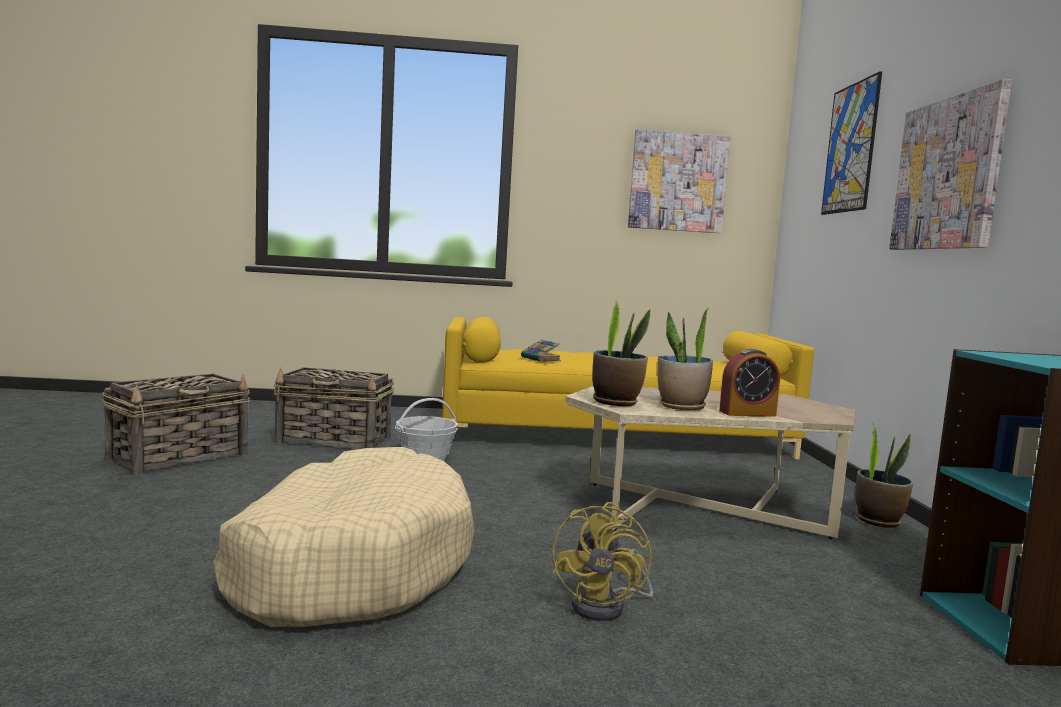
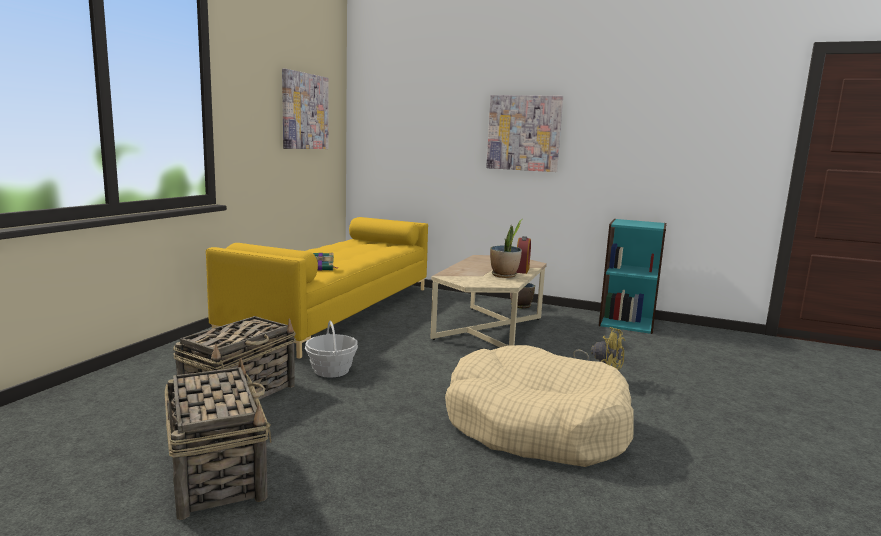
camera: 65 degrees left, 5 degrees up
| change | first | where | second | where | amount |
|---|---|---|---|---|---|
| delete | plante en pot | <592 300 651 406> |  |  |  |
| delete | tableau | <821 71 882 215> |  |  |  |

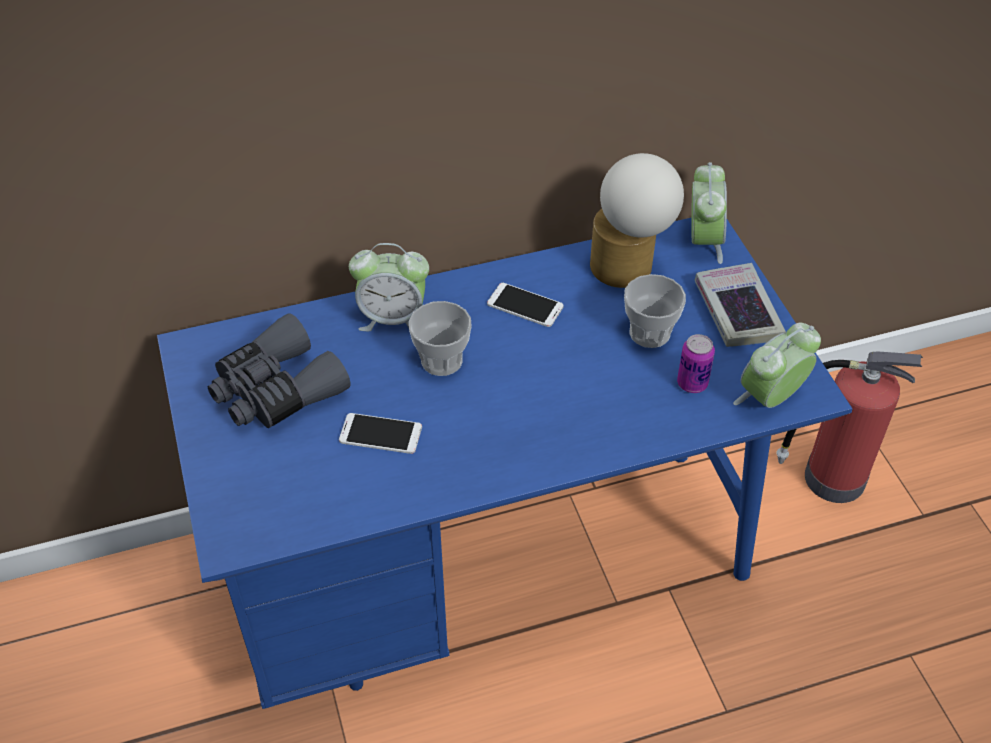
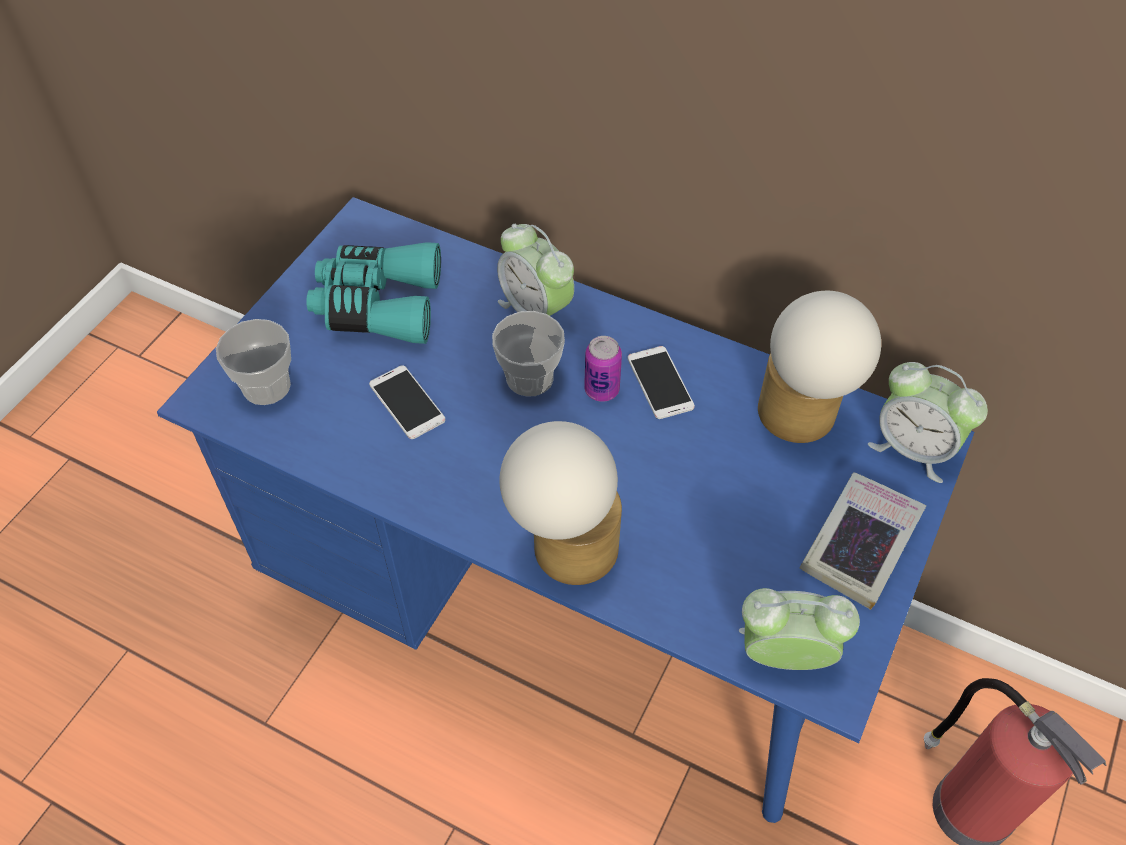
camera: 45 degrees right, 5 degrees up
| change | first | where | second | where | amount |
|---|---|---|---|---|---|
| recolor | jumelles [gris] | <208 313 351 428> | jumelles [turquoise] | <306 242 441 344> |  |
| move | tasse | <624 274 686 348> |  | <216 319 291 405> |  |
| move | boîte métallique | <677 334 715 393> |  | <584 336 622 402> |  |
| rotate | réveil | <691 162 727 264> |  | <868 362 988 483> | 75 degrees clockwise |
| insert |  |  | lampe de table | <500 421 622 585> |  |

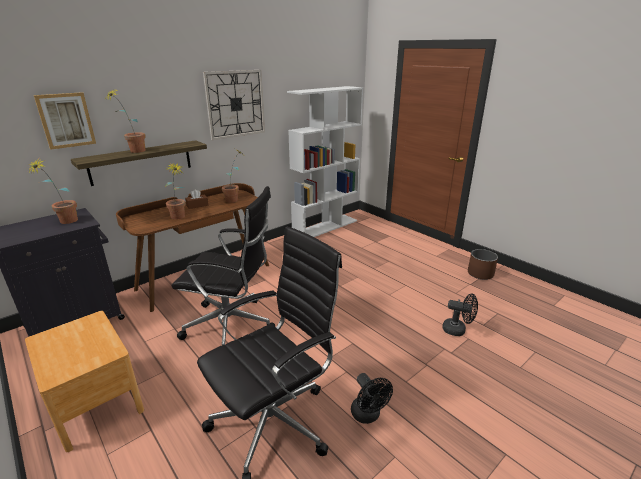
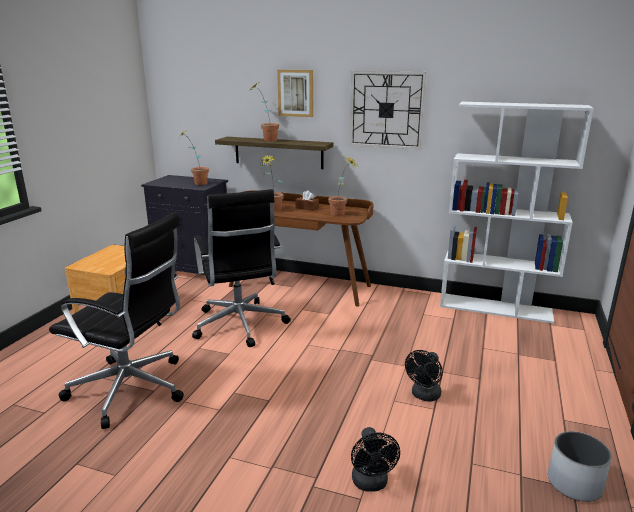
camera: 60 degrees right, 5 degrees down
| change | first | where | second | where | amount |
|---|---|---|---|---|---|
| move | tableau | <34 92 96 150> |  | <277 70 313 117> |  |
| move | ventilateur [noir] | <351 373 393 424> |  | <405 350 443 402> |  |
| recolor | cache-pot [marron] | <468 249 498 280> | cache-pot [blanc] | <548 431 612 502> |  |

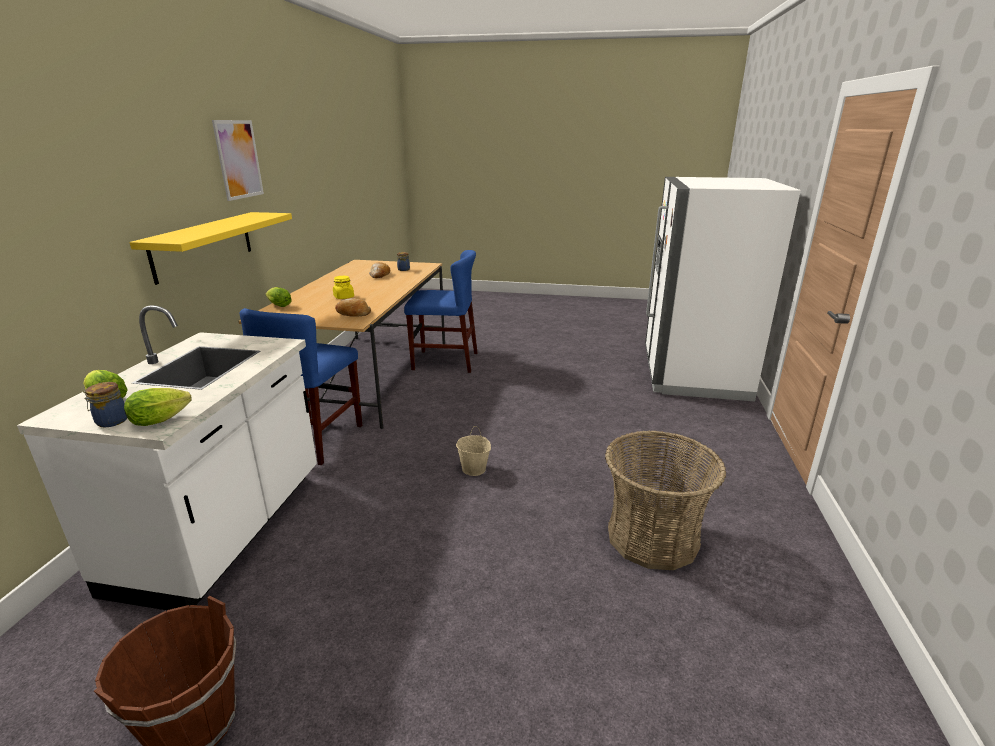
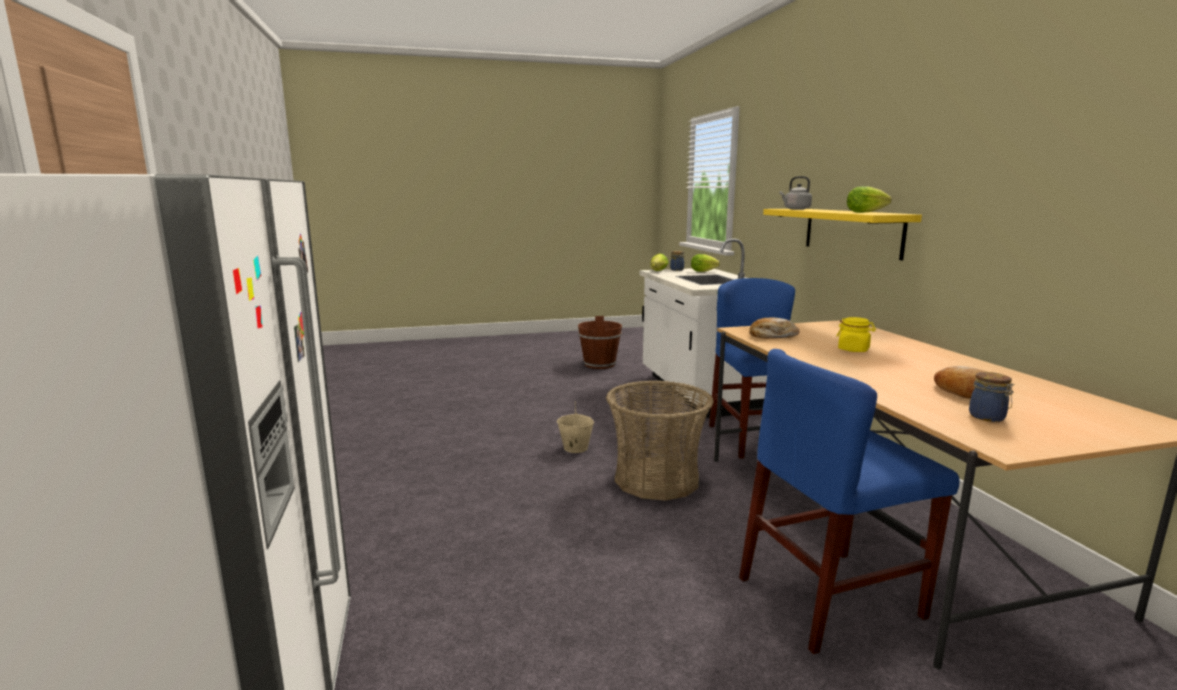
camera: 155 degrees right, 10 degrees down
| change | first | where | second | where | amount |
|---|---|---|---|---|---|
| delete | tableau | <212 120 264 201> |  |  |  |
| move | laitue | <266 287 292 307> |  | <847 186 892 213> |  |
| move | panier | <605 431 726 570> |  | <606 381 714 501> |  |
| insert |  |  | bouilloire [gris] | <780 176 812 210> |  |

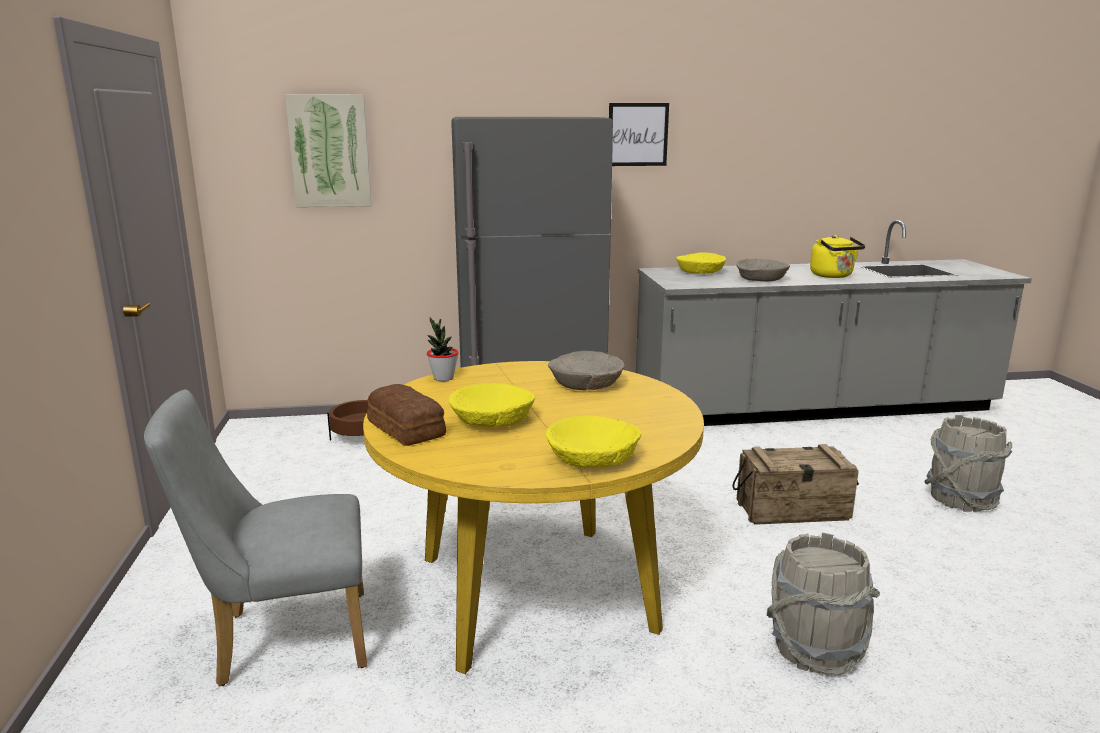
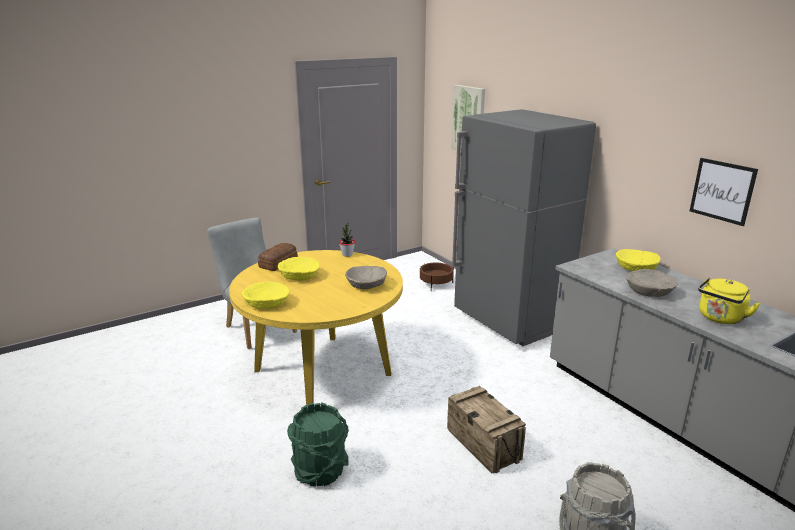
camera: 65 degrees right, 5 degrees up
| change | first | where | second | where | amount |
|---|---|---|---|---|---|
| move | tableau | <609 103 669 166> |  | <690 158 758 226> |  |
| recolor | seau [gris] | <767 532 880 675> | seau [vert] | <287 402 349 487> |  |

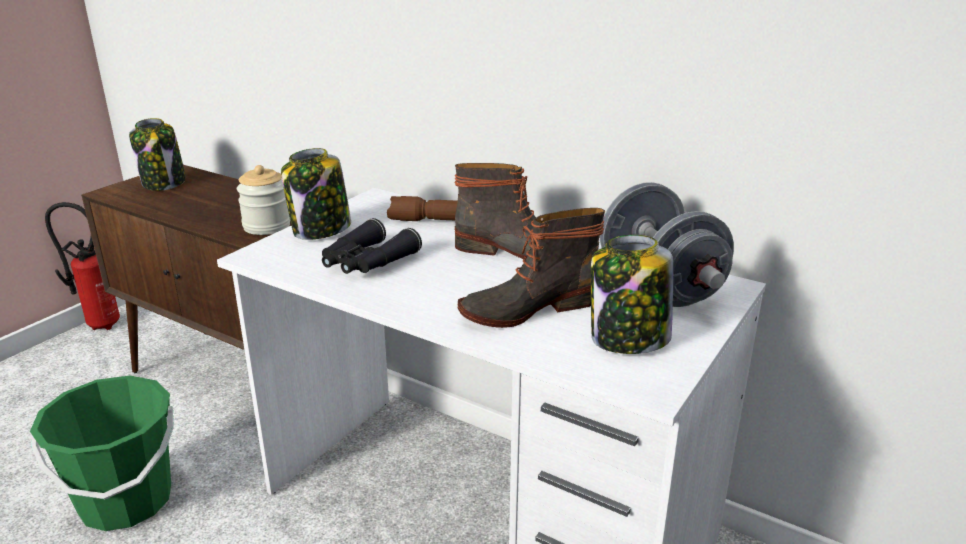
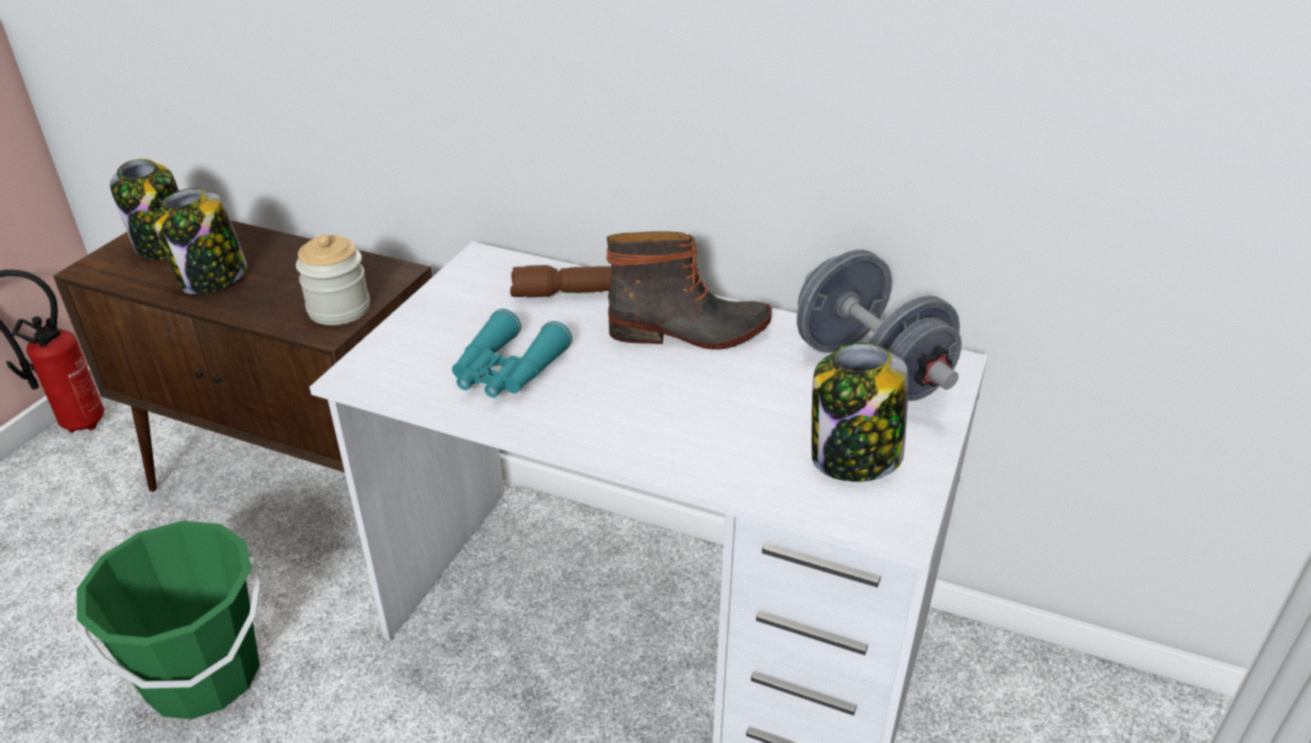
camera: 10 degrees left, 10 degrees up
| change | first | where | second | where | amount |
|---|---|---|---|---|---|
| move | bocal | <281 148 351 240> |  | <153 188 247 294> |  |
| recolor | jumelles [noir] | <322 218 422 274> | jumelles [turquoise] | <452 309 572 398> |  |
| delete | botte | <457 208 605 328> |  |  |  |

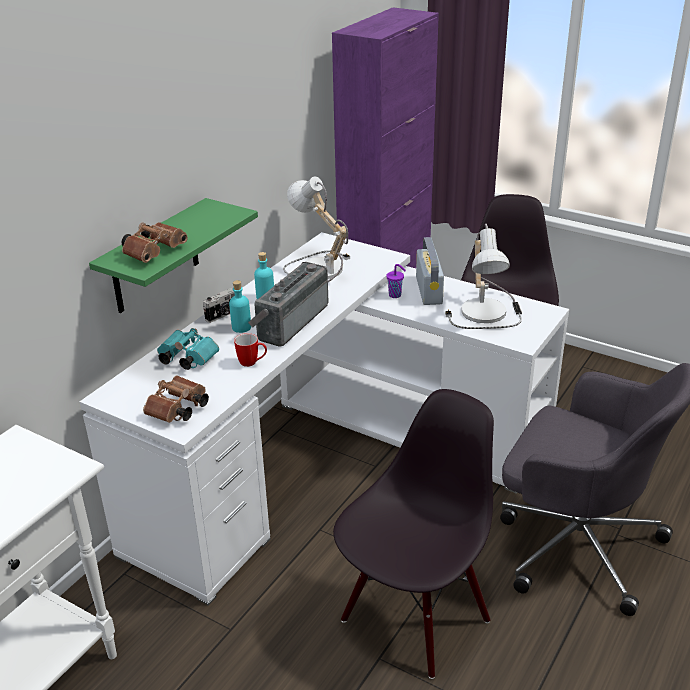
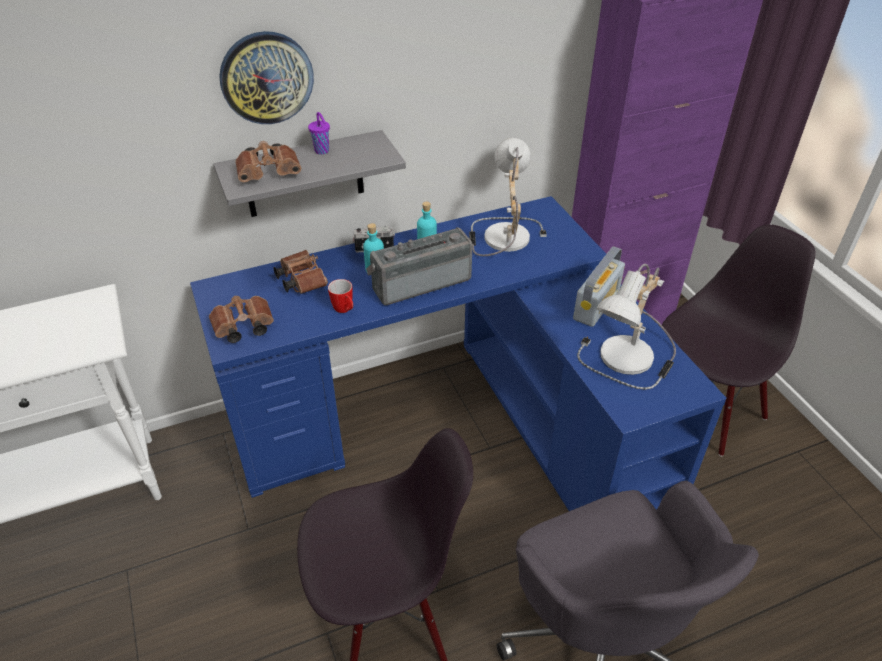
camera: 35 degrees right, 10 degrees up
| change | first | where | second | where | amount |
|---|---|---|---|---|---|
| recolor | bureau [blanc] | <80 232 569 606> | bureau [bleu] | <190 196 727 511> |  |
| recolor | étagère [vert] | <89 198 258 313> | étagère [gris] | <214 130 406 217> |  |
| recolor | jumelles [turquoise] | <157 328 219 370> | jumelles [marron] | <274 250 328 294> |  |
| move | tasse [violet] | <386 264 406 298> |  | <308 112 330 154> |  |
| insert |  |  | horloge murale | <219 31 314 124> |  |

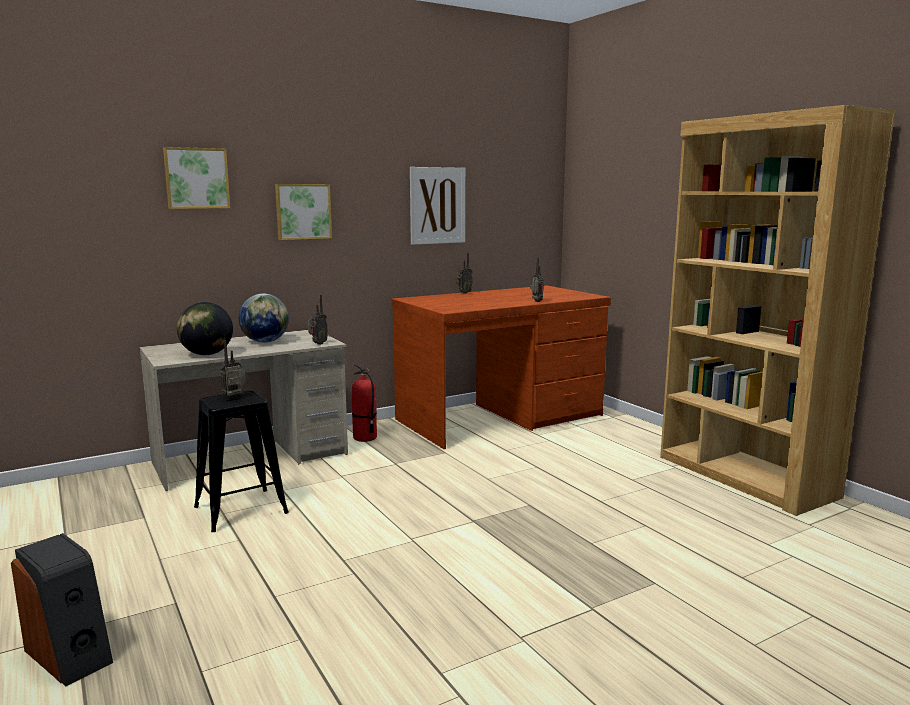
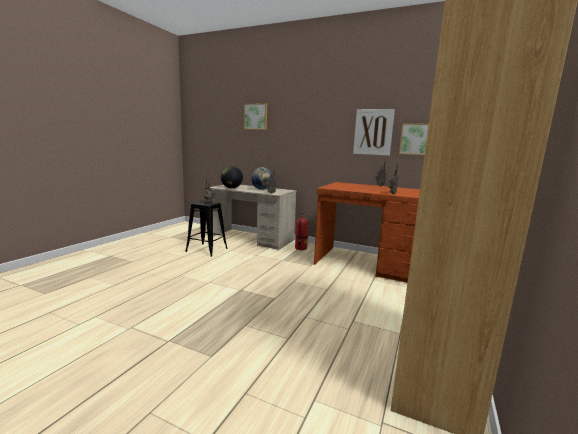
camera: 55 degrees right, 0 degrees up
| change | first | where | second | where | amount |
|---|---|---|---|---|---|
| delete | enceinte | <11 533 113 687> |  |  |  |
| move | tableau | <275 184 332 240> |  | <399 123 429 155> |  |

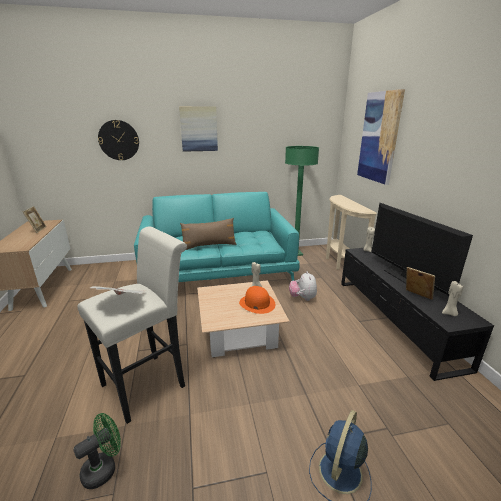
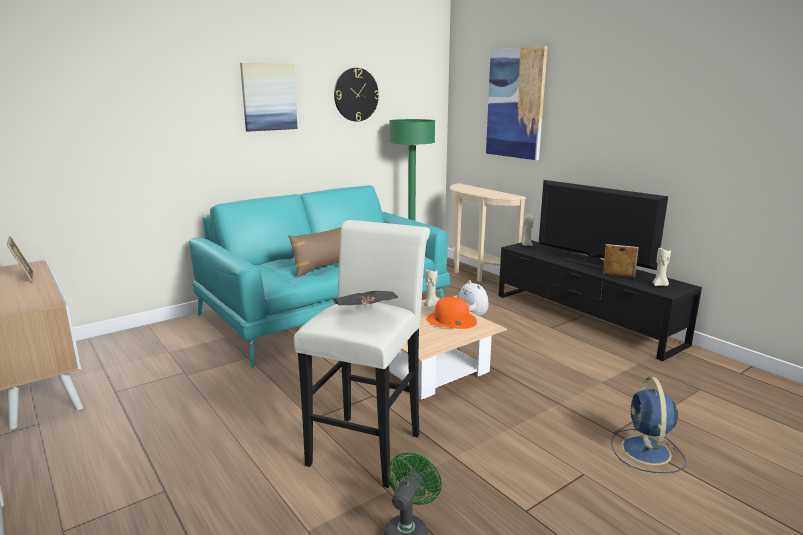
camera: 25 degrees left, 5 degrees down
| change | first | where | second | where | amount |
|---|---|---|---|---|---|
| move | horloge murale | <98 120 139 160> |  | <334 68 379 122> |  |

